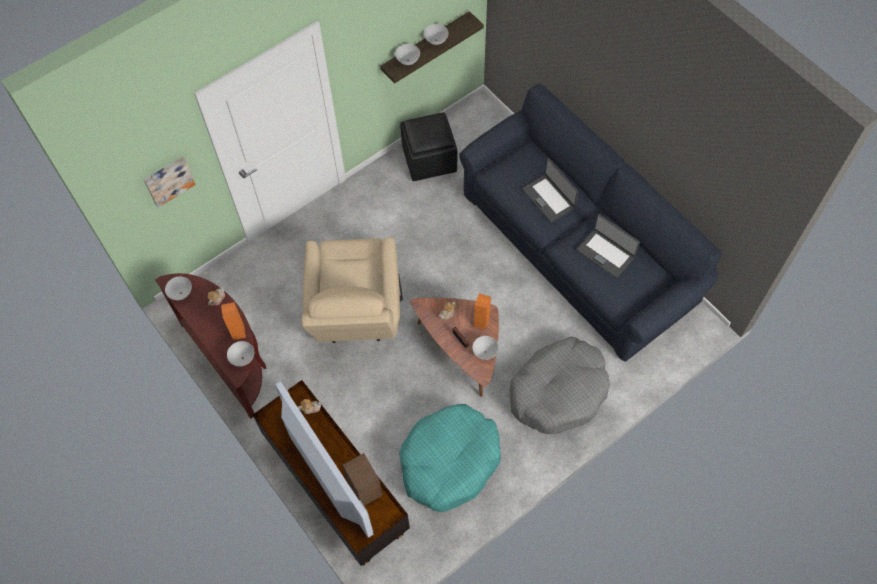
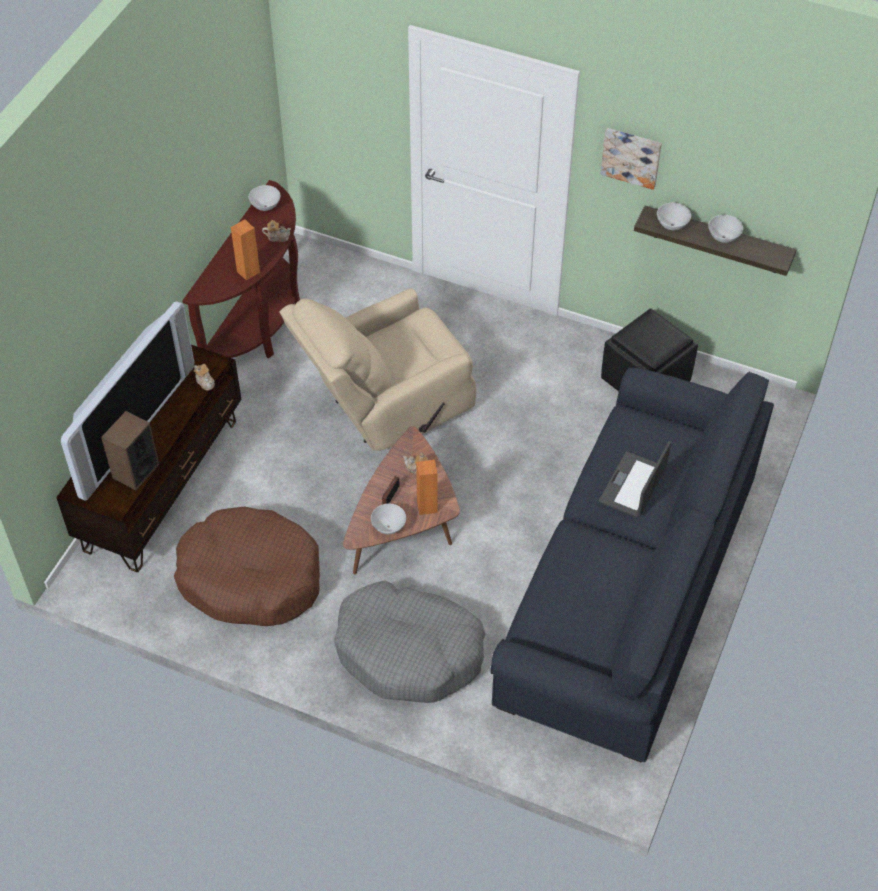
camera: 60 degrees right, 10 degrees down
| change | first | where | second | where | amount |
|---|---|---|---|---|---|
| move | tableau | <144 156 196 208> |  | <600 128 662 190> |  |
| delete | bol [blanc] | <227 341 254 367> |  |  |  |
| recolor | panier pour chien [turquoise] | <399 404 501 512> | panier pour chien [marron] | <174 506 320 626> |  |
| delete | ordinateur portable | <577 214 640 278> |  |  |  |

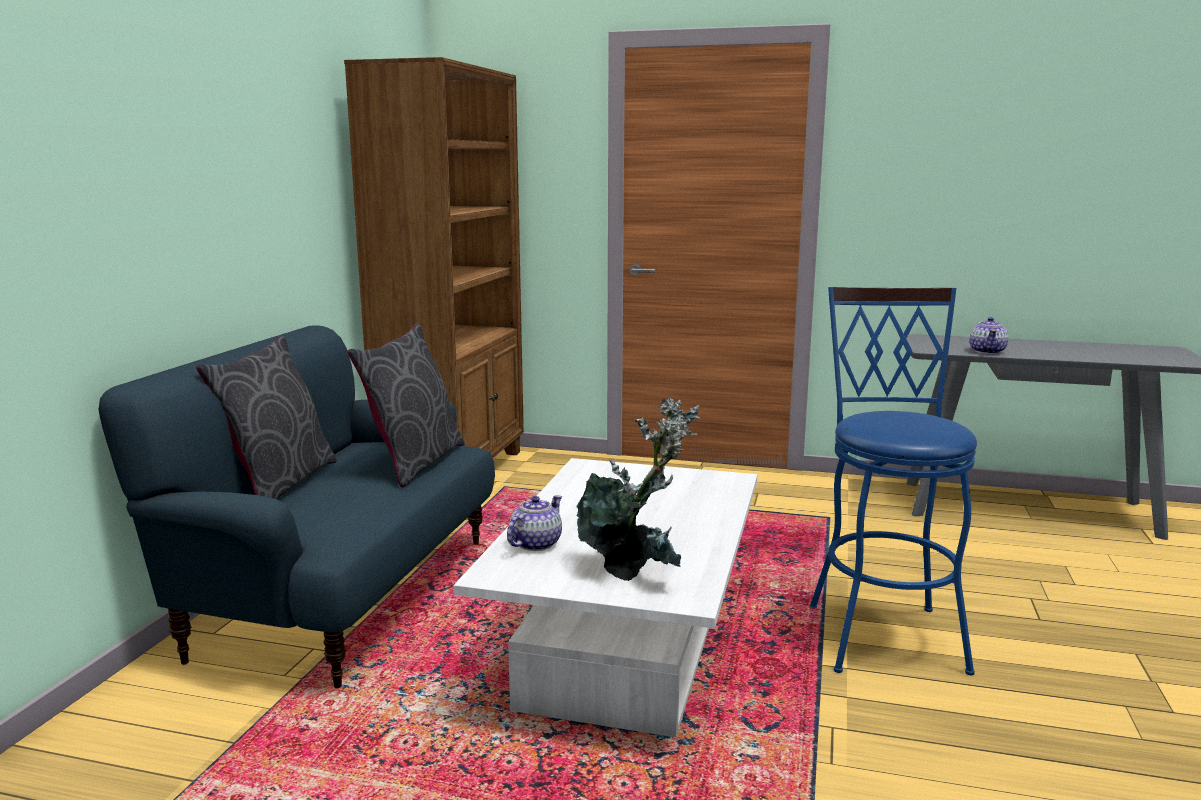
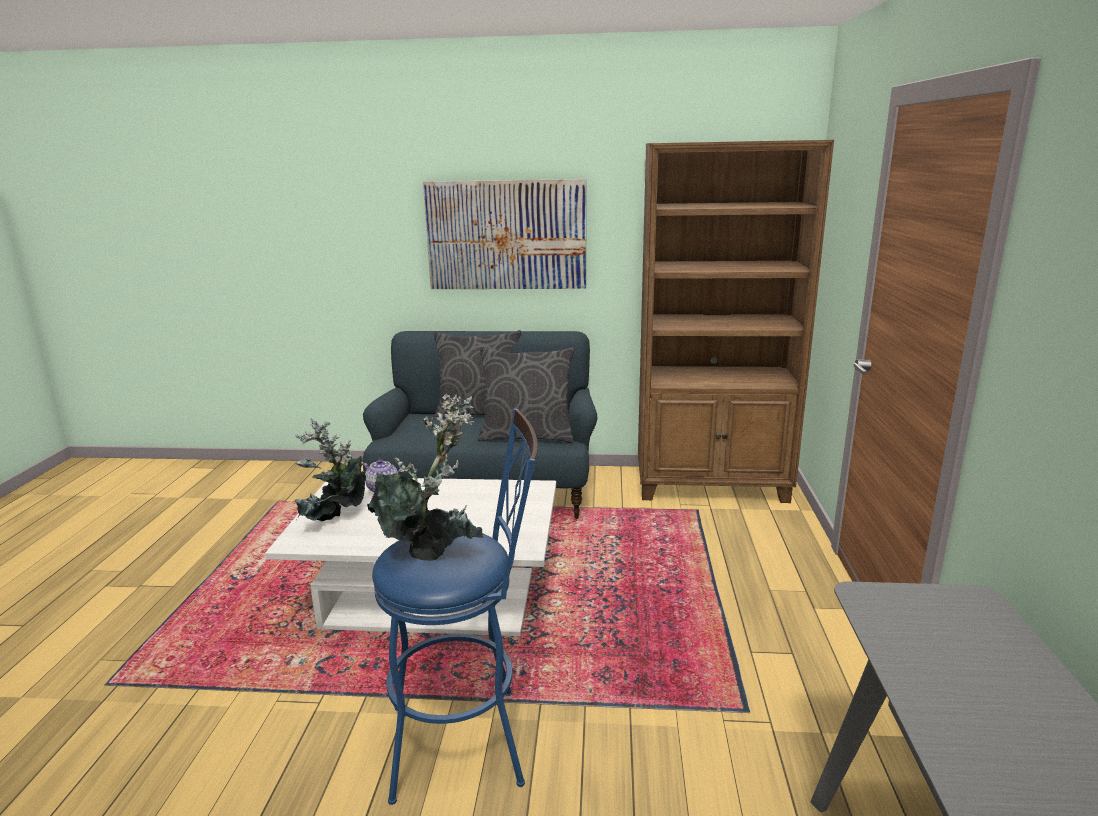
camera: 80 degrees right, 5 degrees up
| change | first | where | second | where | amount |
|---|---|---|---|---|---|
| delete | théière | <969 317 1009 354> |  |  |  |
| insert |  |  | plante en pot | <367 394 484 561> |  |
| insert |  |  | tableau | <423 179 586 289> |  |

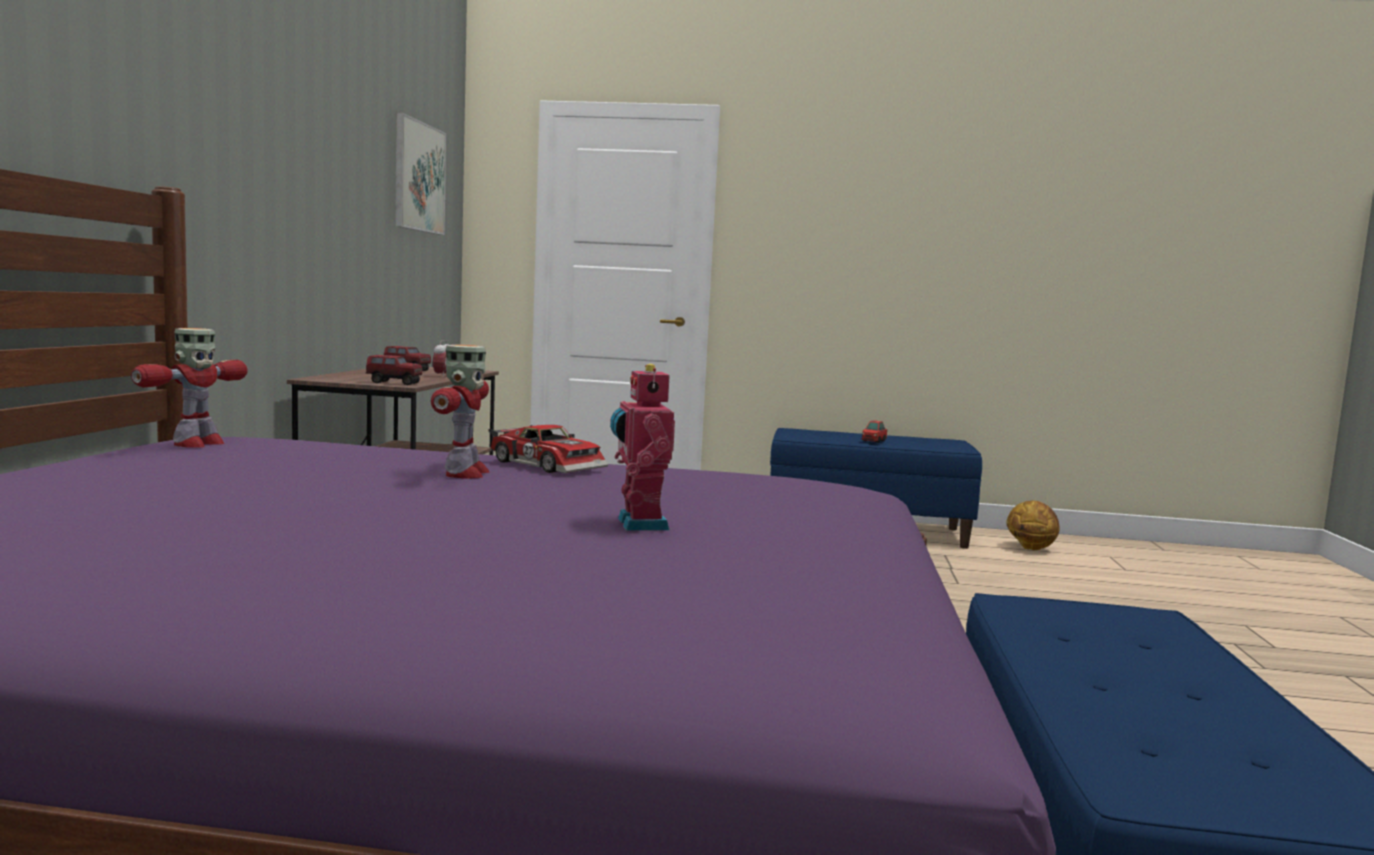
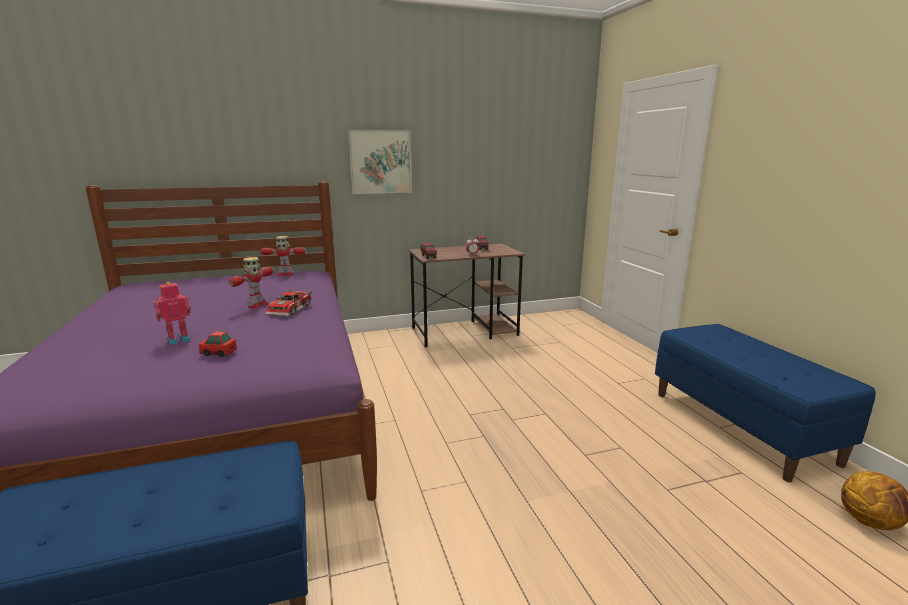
camera: 65 degrees right, 10 degrees up
| change | first | where | second | where | amount |
|---|---|---|---|---|---|
| move | tableau | <395 112 446 235> |  | <348 130 412 194> |  |
| rotate | robot jouet | <431 344 489 479> |  | <229 257 273 308> | 45 degrees counterclockwise |
| move | petite voiture | <862 420 887 443> |  | <198 331 237 357> |  |

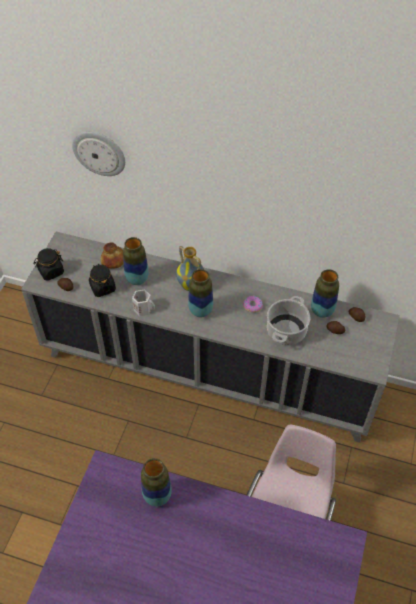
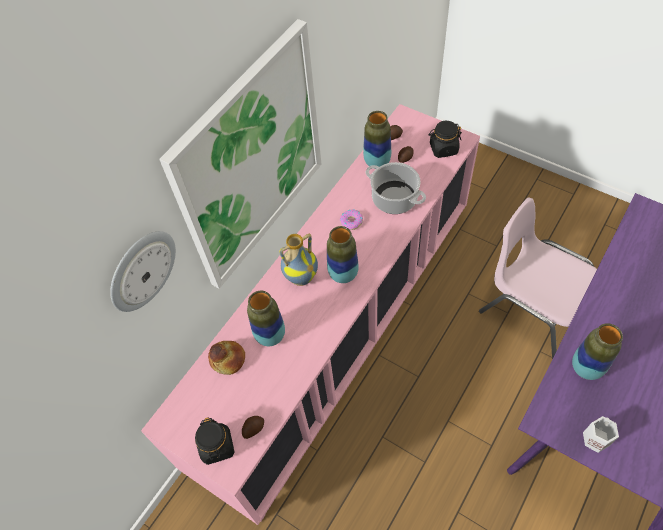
camera: 70 degrees left, 5 degrees up
| change | first | where | second | where | amount |
|---|---|---|---|---|---|
| recolor | meuble de rangement [gris] | <21 232 400 443> | meuble de rangement [rose] | <141 104 480 525> |  |
| move | bocal [noir] | <89 264 116 297> |  | <429 121 462 158> |  |
| move | mug [blanc] | <132 289 155 316> |  | <583 416 619 453> |  |
| insert |  |  | tableau | <159 19 322 289> |  |

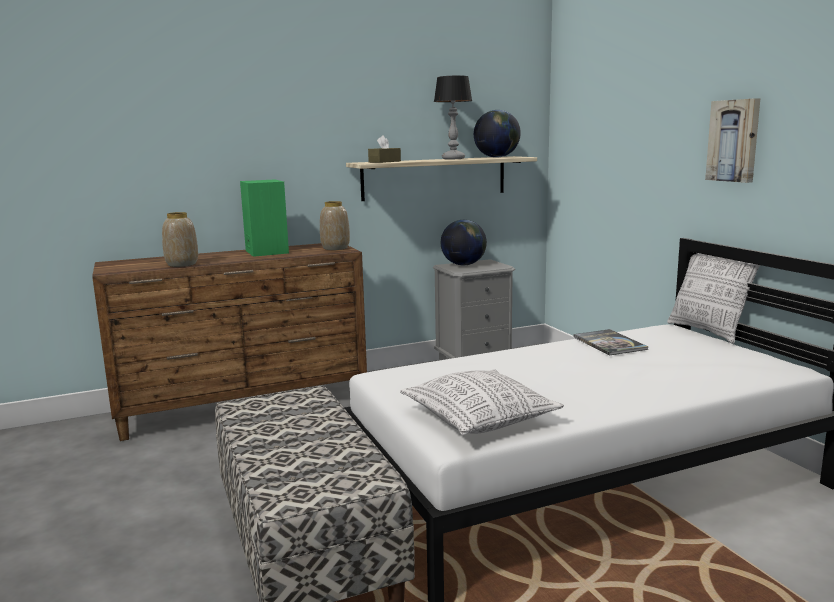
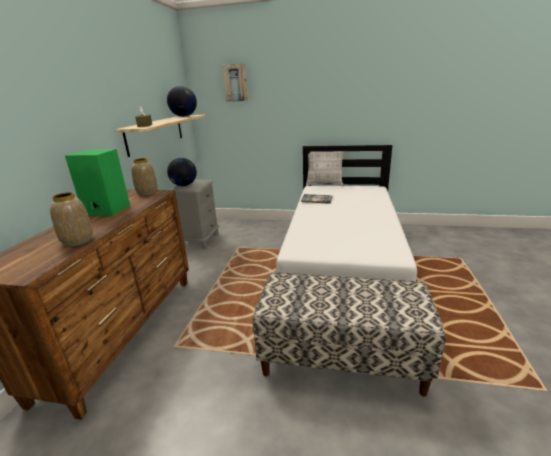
camera: 55 degrees left, 10 degrees up
| change | first | where | second | where | amount |
|---|---|---|---|---|---|
| delete | coussin | <400 369 564 435> |  |  |  |
| delete | lampe de table | <434 76 472 159> |  |  |  |
| move | tableau | <705 98 761 183> |  | <222 64 248 102> |  |

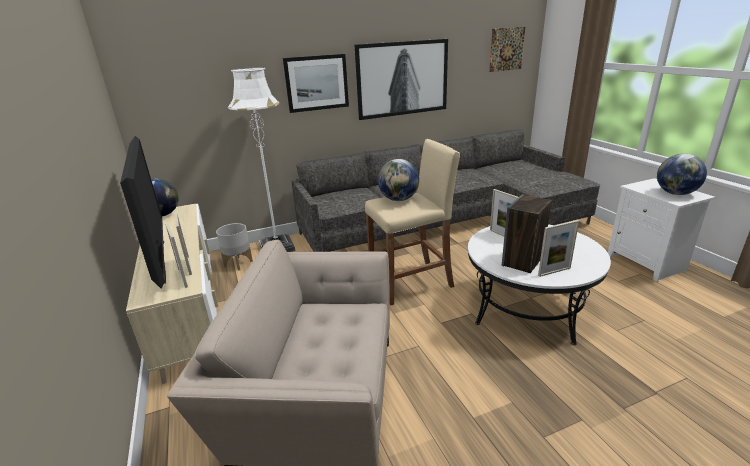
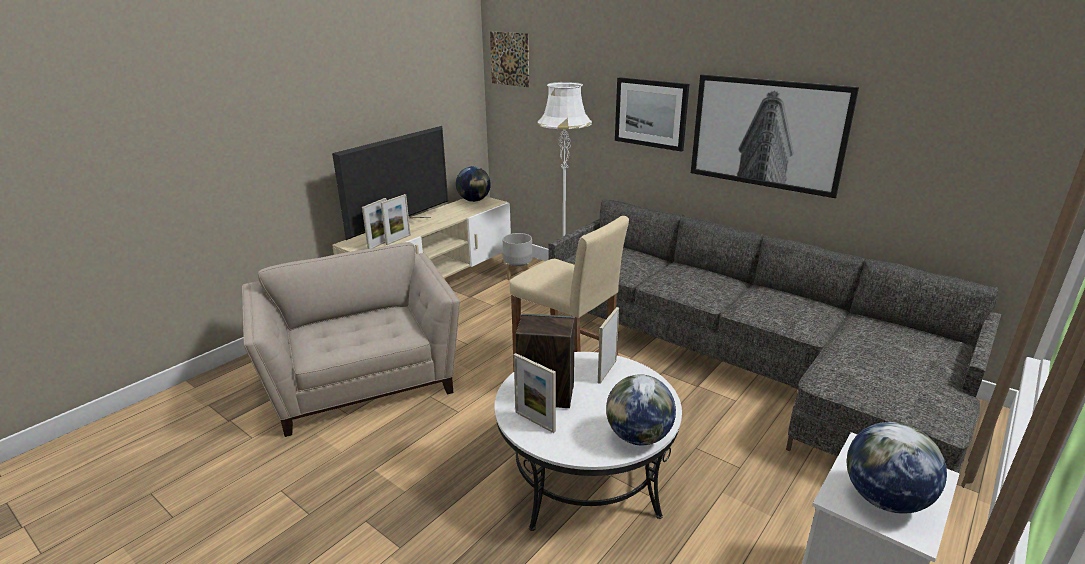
camera: 60 degrees right, 0 degrees up
| change | first | where | second | where | amount |
|---|---|---|---|---|---|
| move | globe | <378 159 419 201> |  | <606 374 676 445> |  |
| move | tableau | <489 27 525 72> |  | <490 32 529 87> |  |

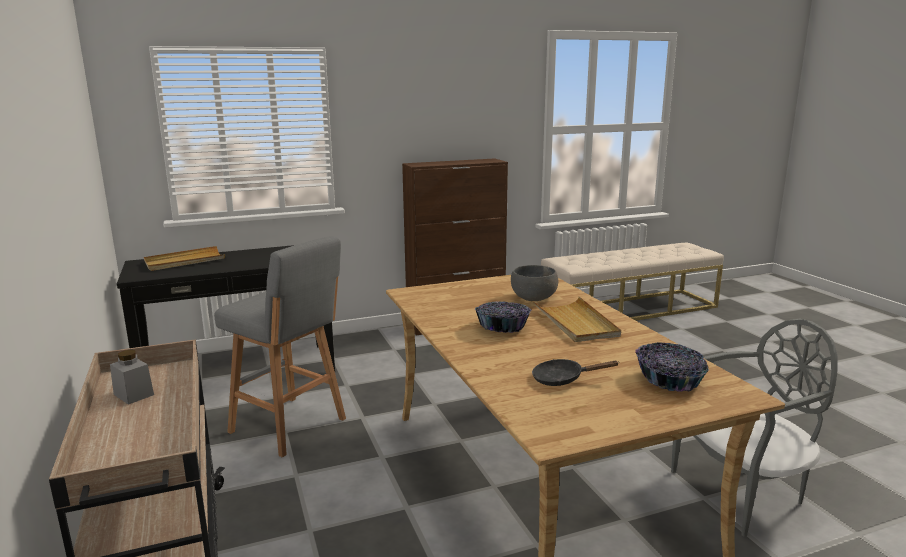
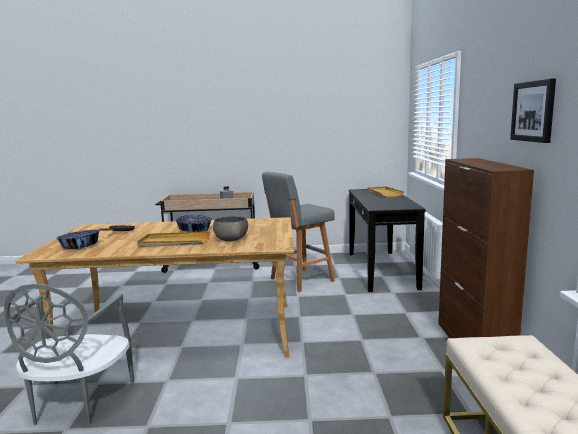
camera: 110 degrees right, 5 degrees down
| change | first | where | second | where | amount |
|---|---|---|---|---|---|
| insert |  |  | tableau | <510 78 556 143> |  |

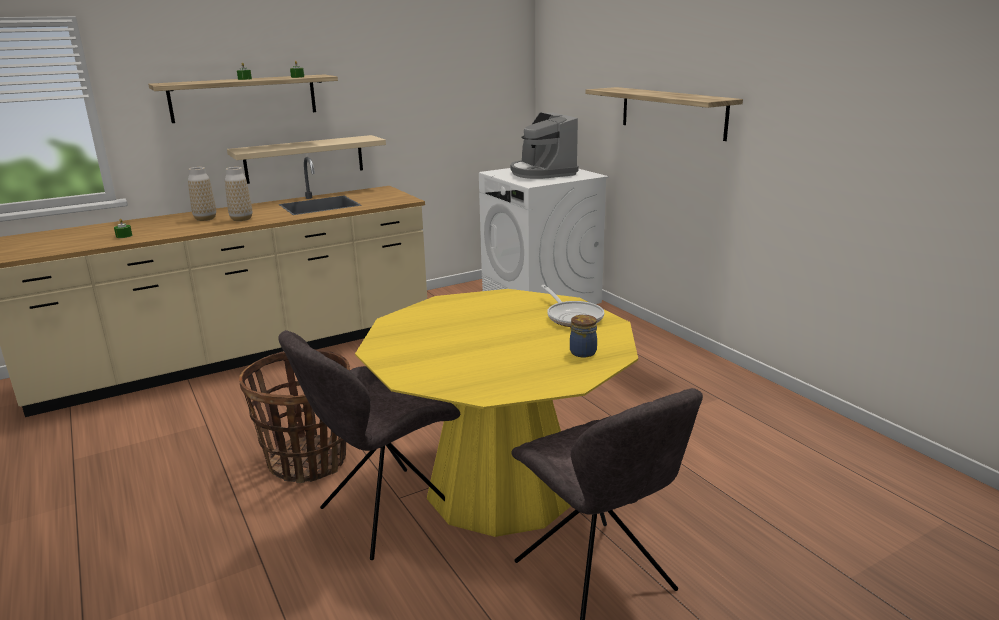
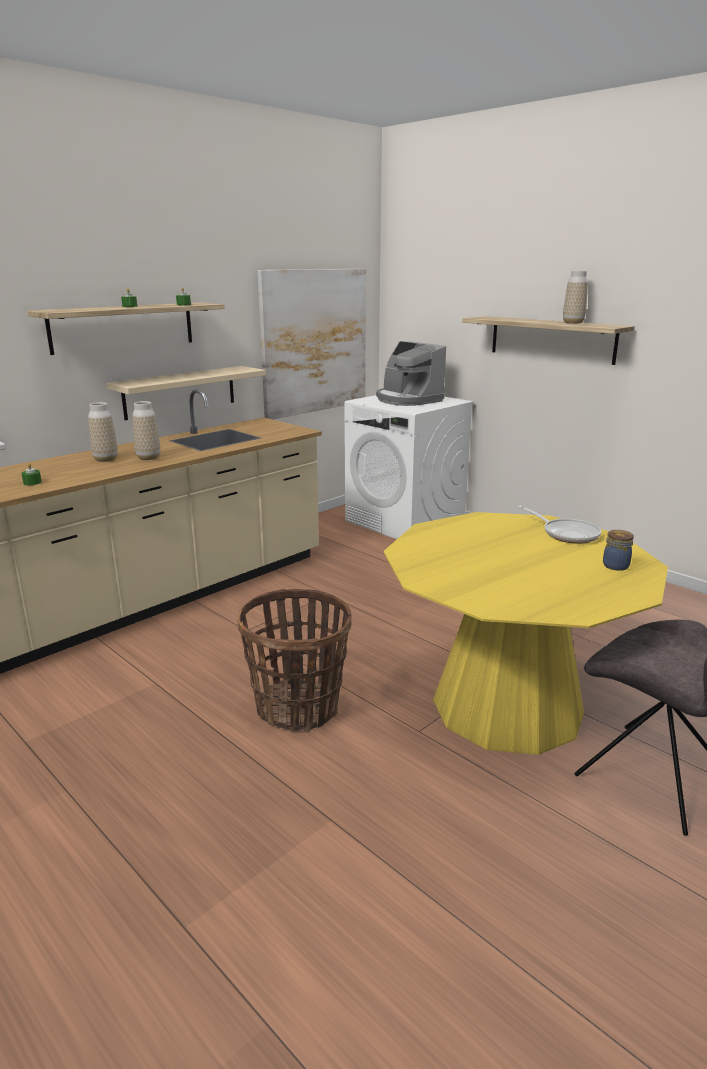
camera: 15 degrees left, 0 degrees up
| change | first | where | second | where | amount |
|---|---|---|---|---|---|
| delete | chaise [gris] | <279 330 460 560> |  |  |  |
| insert |  |  | tableau | <258 269 366 419> |  |
| insert |  |  | vase | <563 271 588 324> |  |

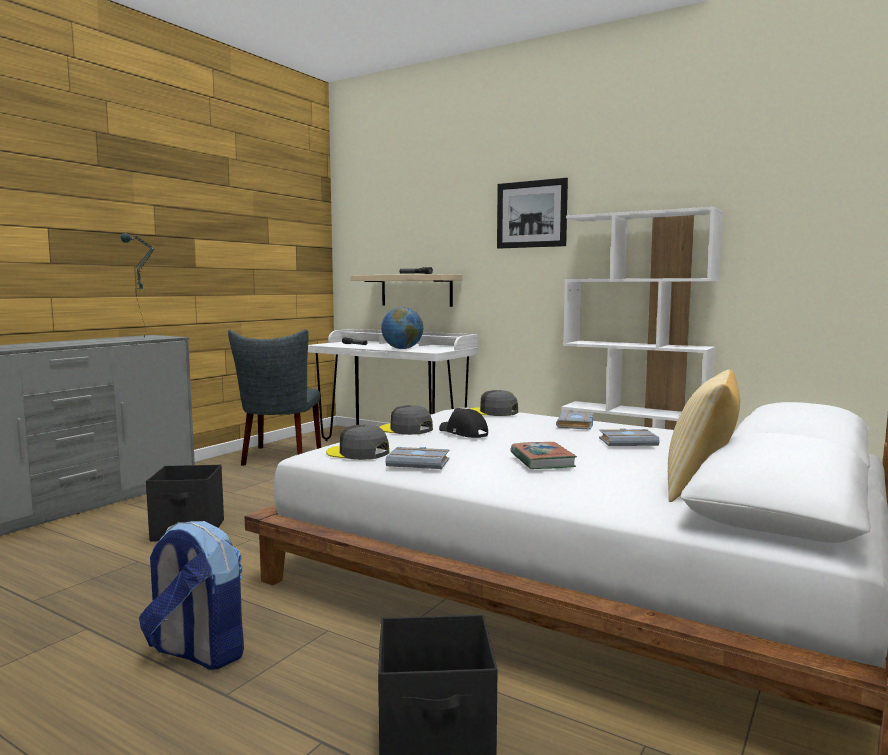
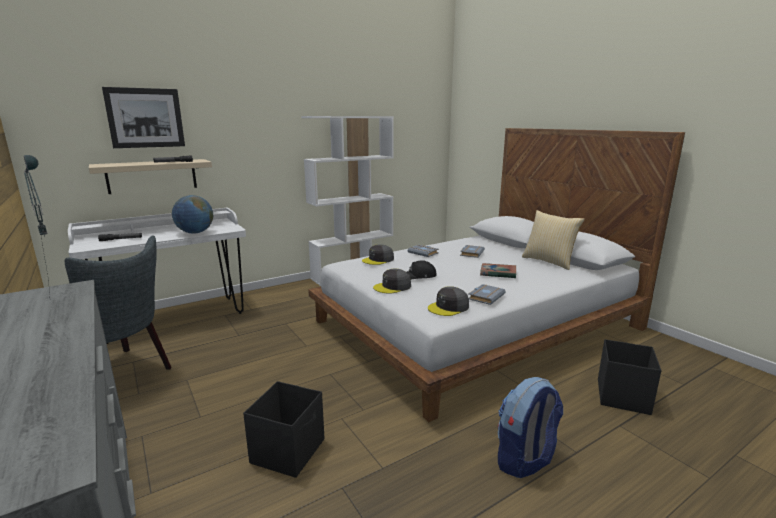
camera: 65 degrees left, 10 degrees up
| change | first | where | second | where | amount |
|---|---|---|---|---|---|
| move | tableau | <497 178 568 249> |  | <102 87 185 148> |  |

